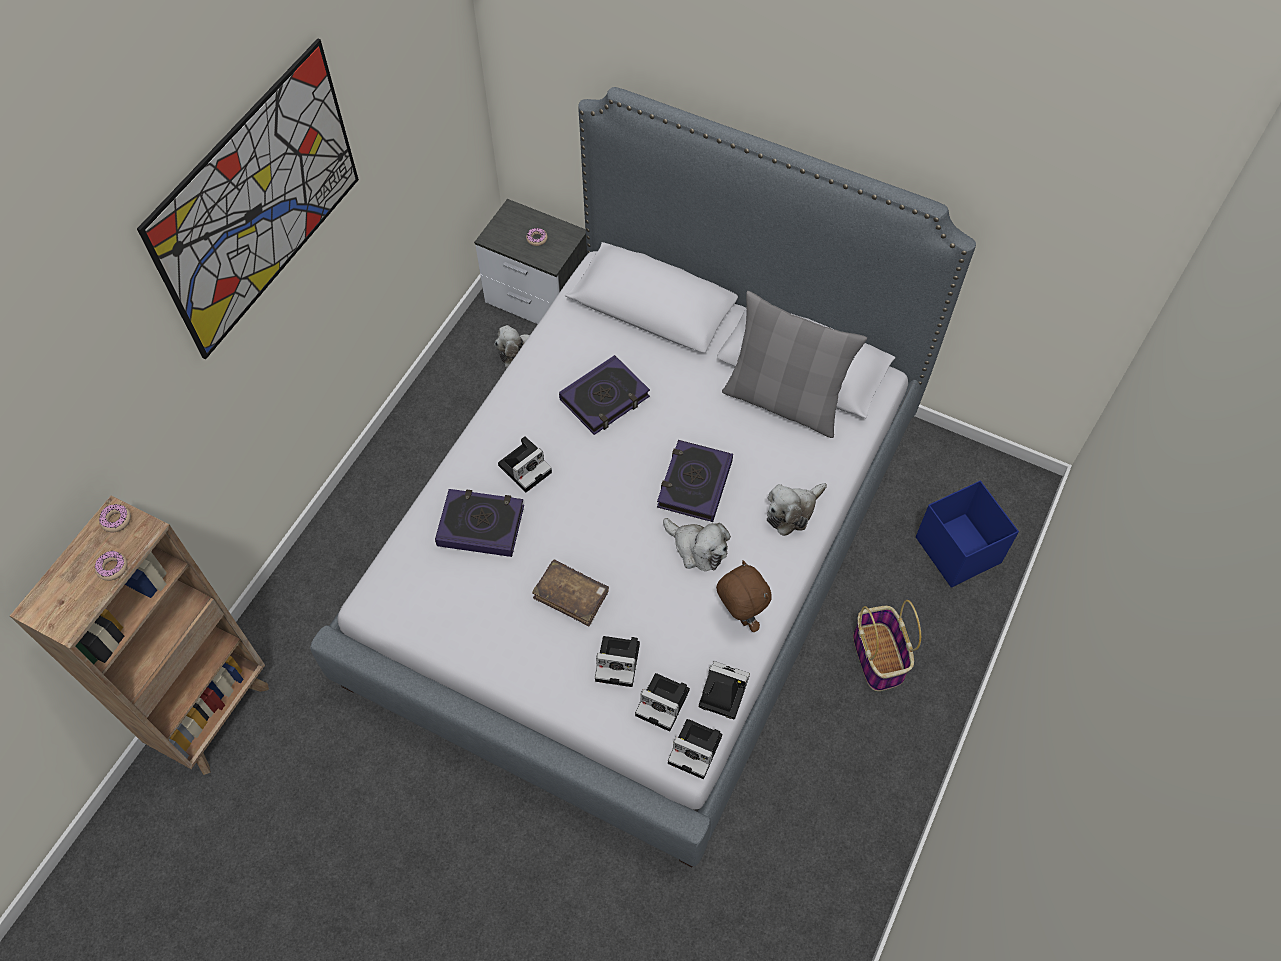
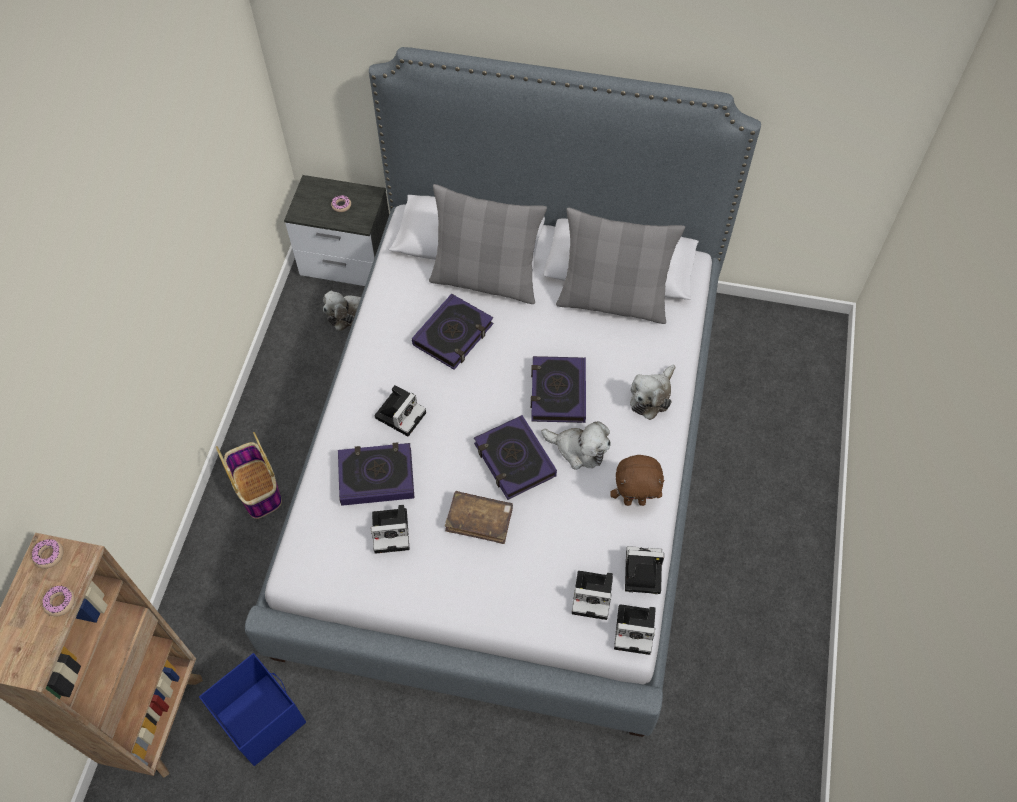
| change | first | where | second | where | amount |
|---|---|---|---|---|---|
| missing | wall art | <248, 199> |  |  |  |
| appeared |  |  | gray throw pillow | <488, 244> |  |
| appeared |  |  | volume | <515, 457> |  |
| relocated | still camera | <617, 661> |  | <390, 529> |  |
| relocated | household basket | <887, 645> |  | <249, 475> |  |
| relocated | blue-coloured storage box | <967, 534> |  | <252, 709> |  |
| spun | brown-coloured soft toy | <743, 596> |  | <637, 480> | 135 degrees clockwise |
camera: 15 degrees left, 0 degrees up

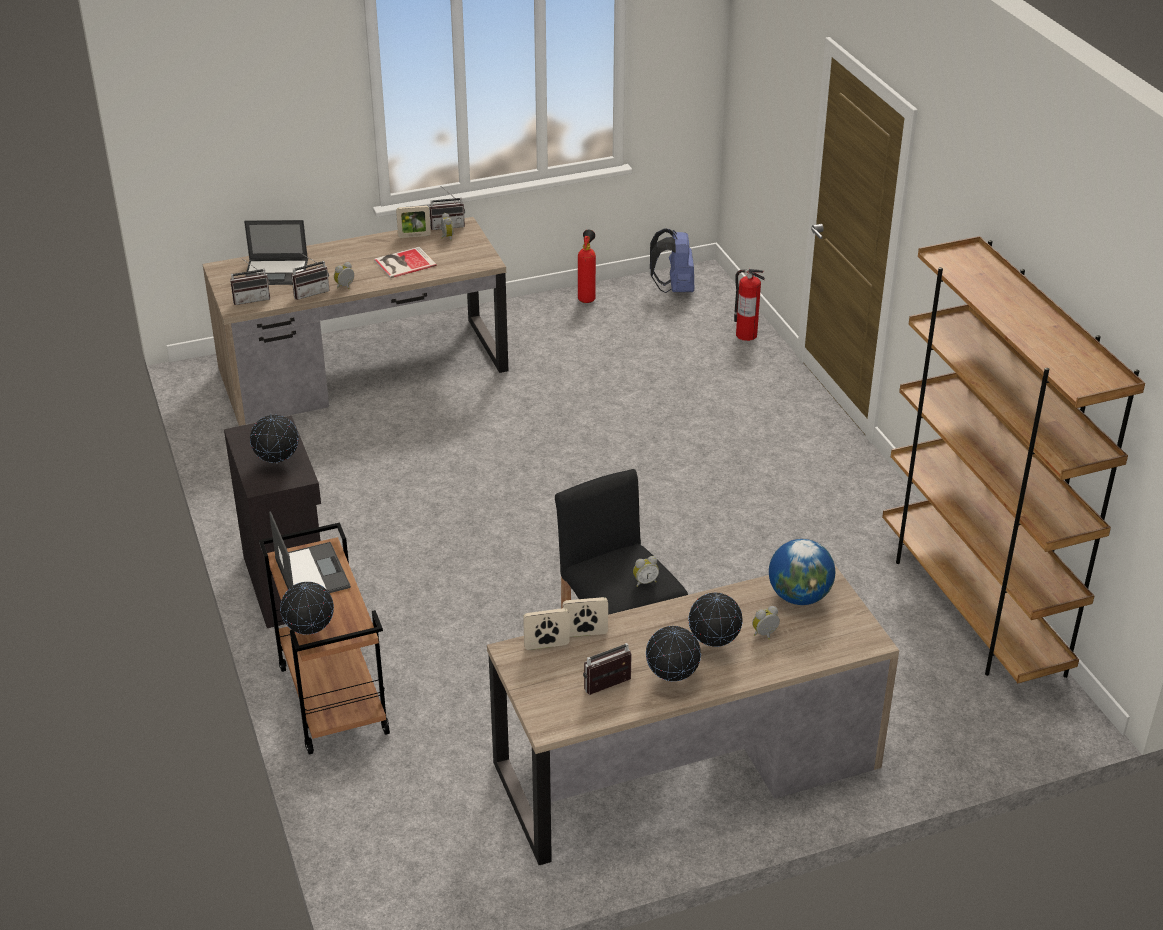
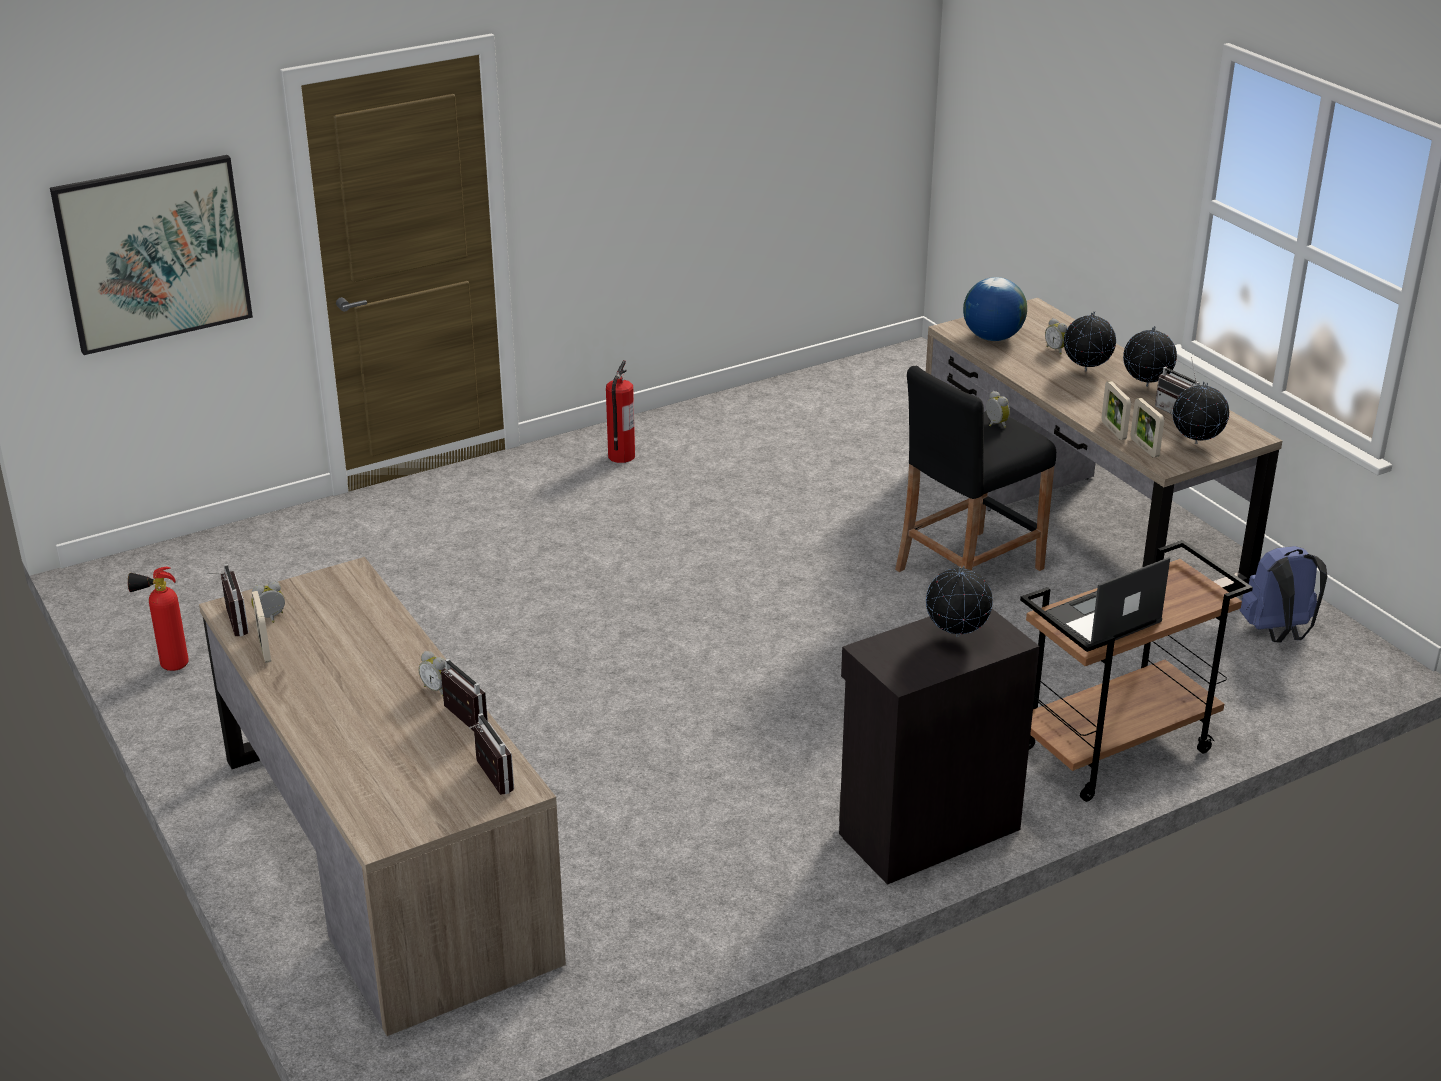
| change | first | where | second | where | amount |
|---|---|---|---|---|---|
| missing | laptop | <276, 252> |  |  |  |
| missing | volume | <405, 262> |  |  |  |
| missing | brown-coloured bookshelf | <1013, 459> |  |  |  |
| appeared |  |  | wall art | <151, 255> |  |
| relocated | desk globe | <307, 608> |  | <1201, 413> |  |
| relocated | blue-coloured backpack | <672, 260> |  | <1283, 594> |  |
| relocated | fire extinguisher | <749, 305> |  | <620, 411> |  |
camera: 100 degrees left, 5 degrees down

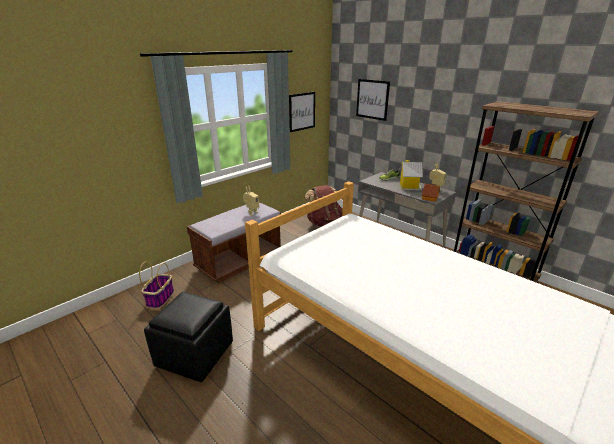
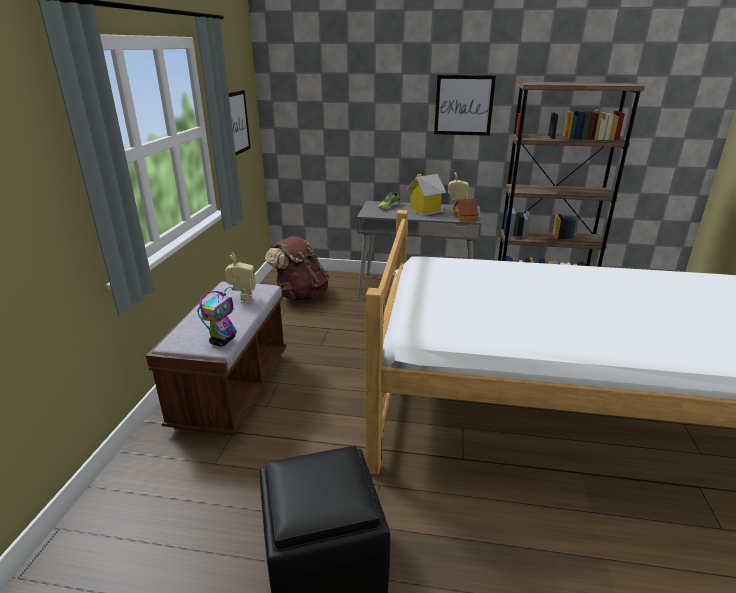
| change | first | where | second | where | amount |
|---|---|---|---|---|---|
| missing | household basket | <156, 285> |  |  |  |
| appeared |  |  | toy robot | <217, 316> |  |
| relocated | wall art | <373, 100> |  | <465, 105> |  |
camera: 35 degrees left, 0 degrees up

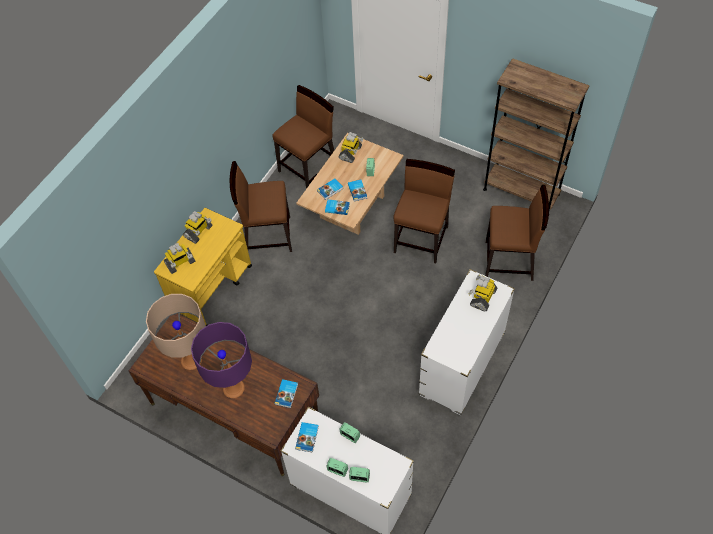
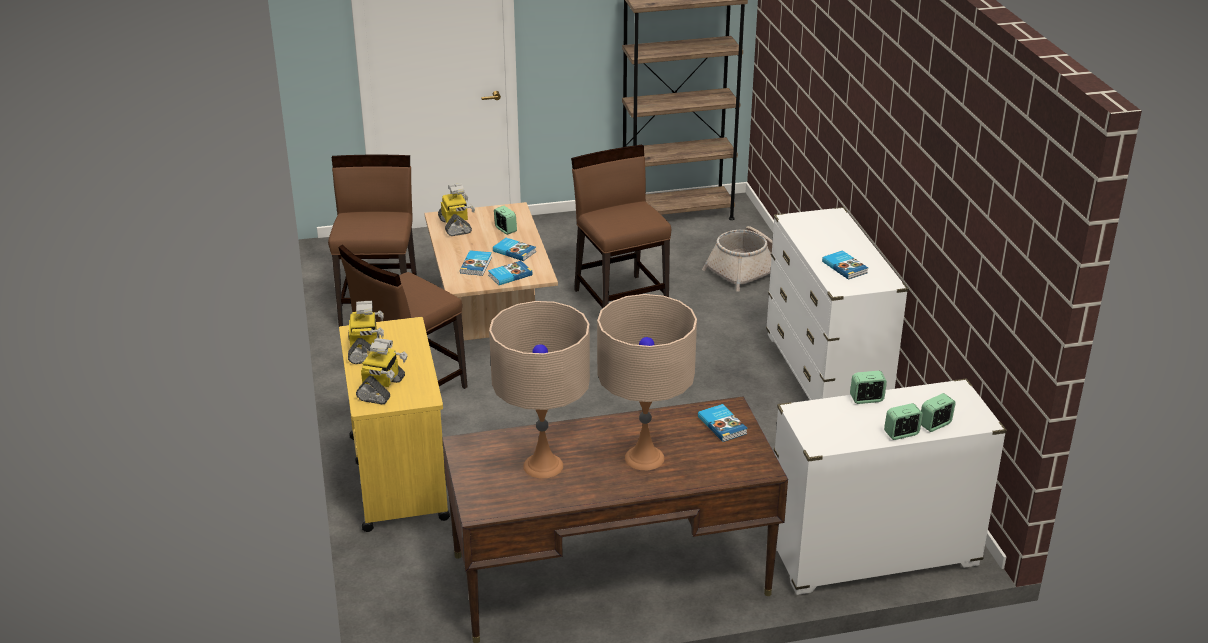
| change | first | where | second | where | amount |
|---|---|---|---|---|---|
| missing | toy robot | <483, 292> |  |  |  |
| relocated | volume | <307, 437> |  | <845, 265> |  |
| exchanged | brown-coloured upright chair | <517, 233> | household basket | <737, 259> |  |
| colour | purple-coloured tabletop lamp | <221, 360> | sand-coloured tabletop lamp | <647, 382> |  |
camera: 45 degrees left, 25 degrees down

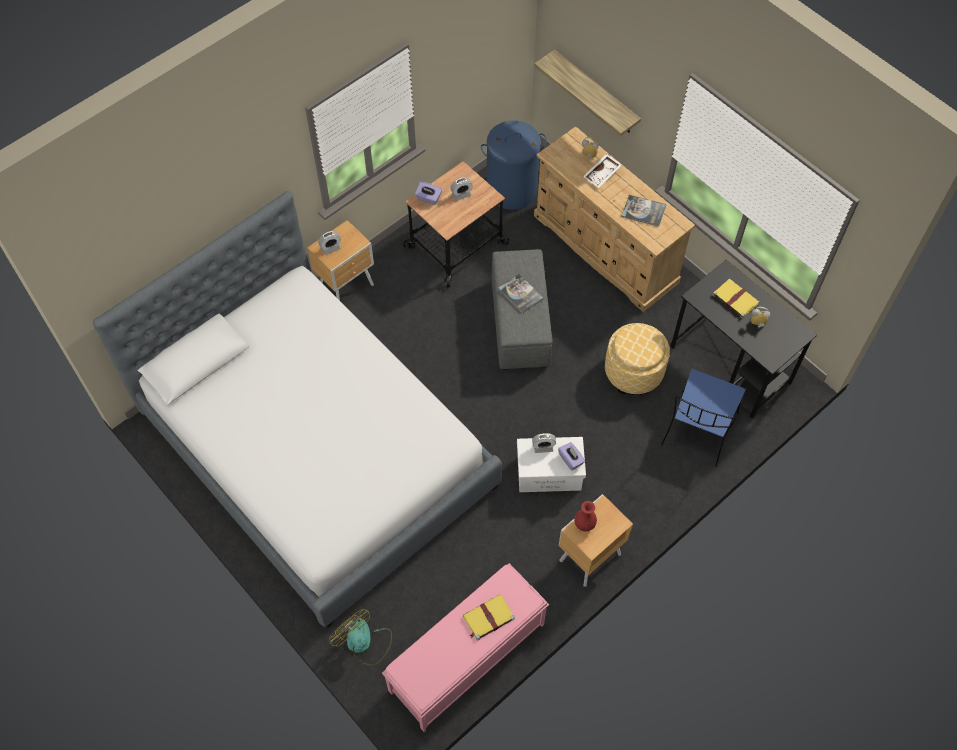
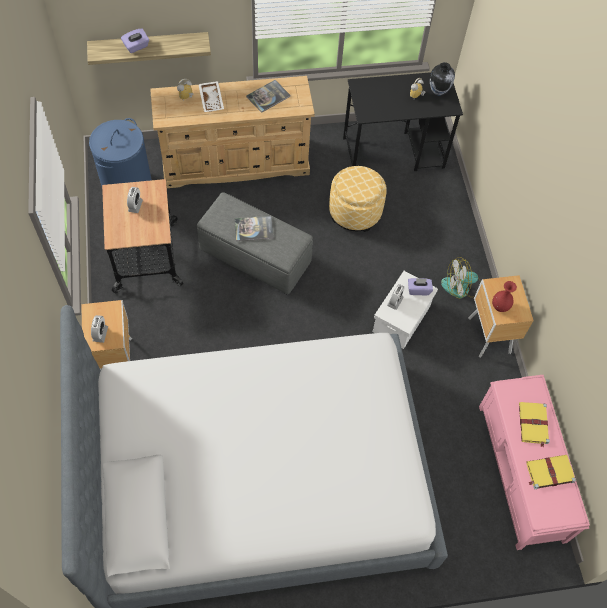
| change | first | where | second | where | amount |
|---|---|---|---|---|---|
| missing | blue-coloured upright chair | <703, 418> |  |  |  |
| appeared |  |  | flower vase | <442, 79> |  |
| relocated | electric fan | <360, 637> |  | <461, 277> |  |
| relocated | purple-coloured box of tissues | <428, 193> |  | <135, 41> |  |
| relocated | yellow volume | <736, 298> |  | <551, 472> |  |
camera: 60 degrees left, 0 degrees up

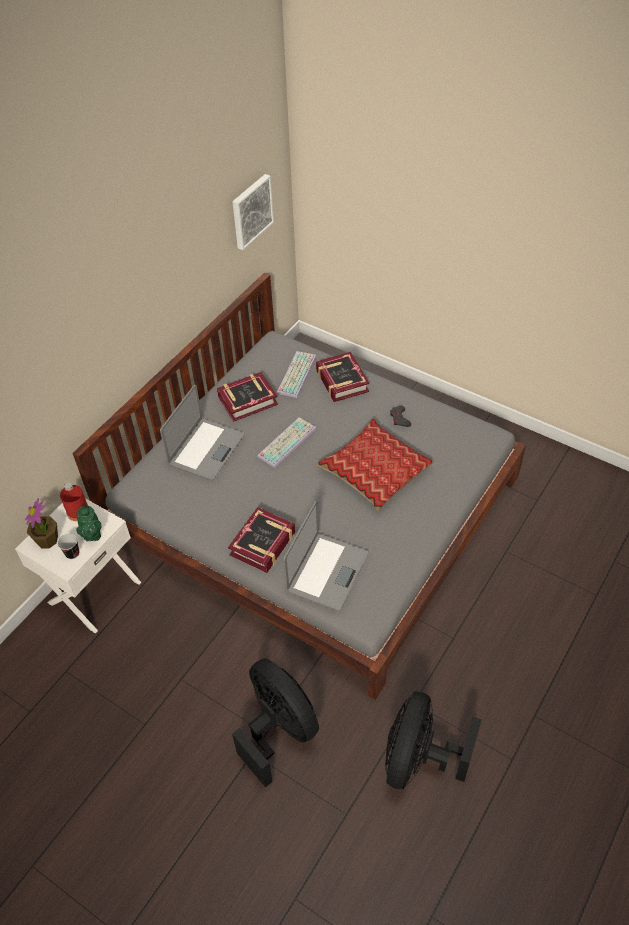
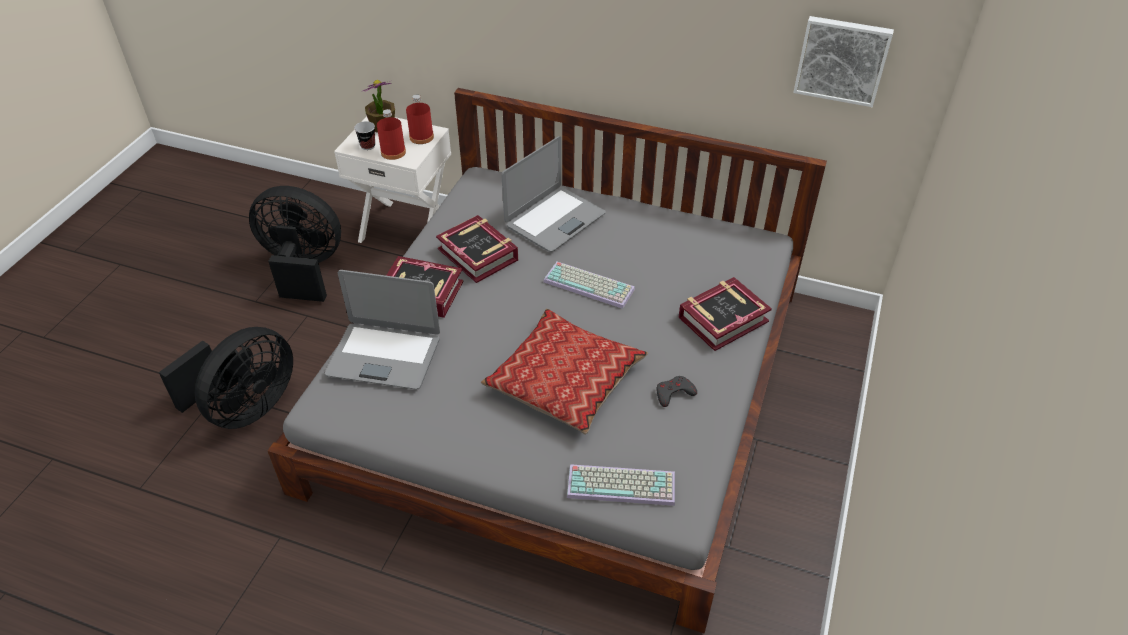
| change | first | where | second | where | amount |
|---|---|---|---|---|---|
| relocated | volume | <247, 397> |  | <477, 249> |  |
| relocated | computer keyboard | <296, 374> |  | <621, 485> |  |
| relocated | blackish electric fan | <433, 740> |  | <295, 244> |  |
| exchanged | green pot for tea | <89, 523> | red bottle | <391, 134> |  |
| spun | laptop | <202, 432> |  | <553, 194> | 60 degrees counterclockwise |
camera: 75 degrees right, 5 degrees down

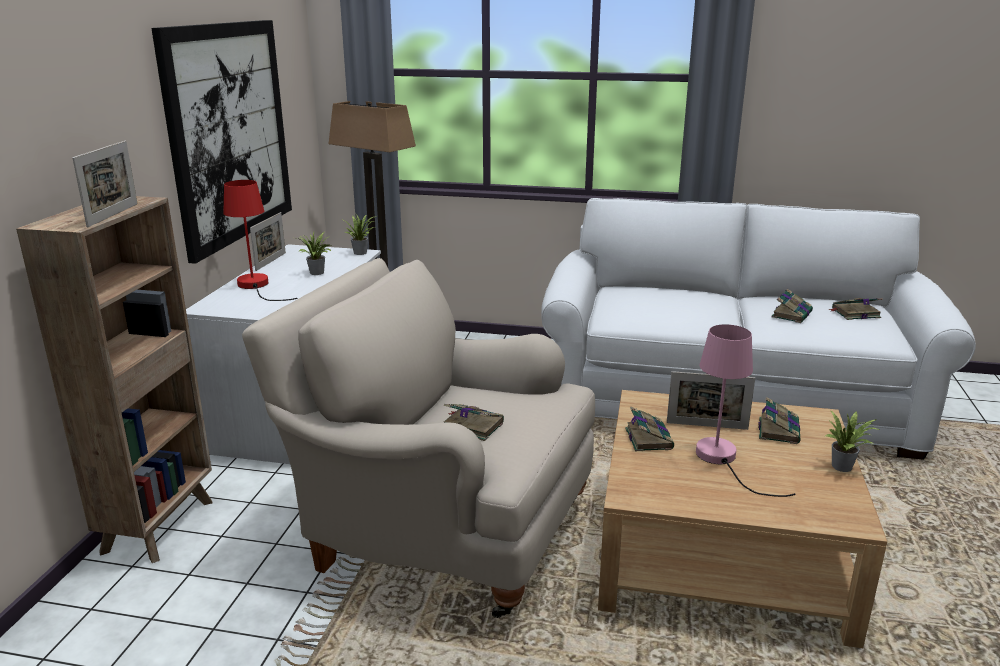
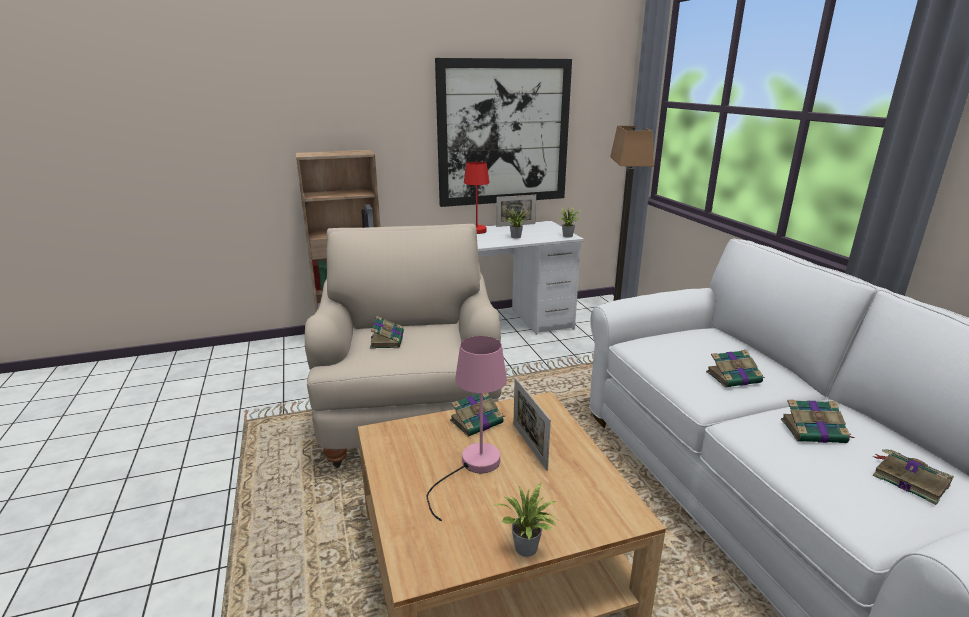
| change | first | where | second | where | amount |
|---|---|---|---|---|---|
| missing | photo frame | <104, 184> |  |  |  |
| relocated | volume | <779, 420> |  | <735, 369> |  |
camera: 60 degrees right, 0 degrees up

